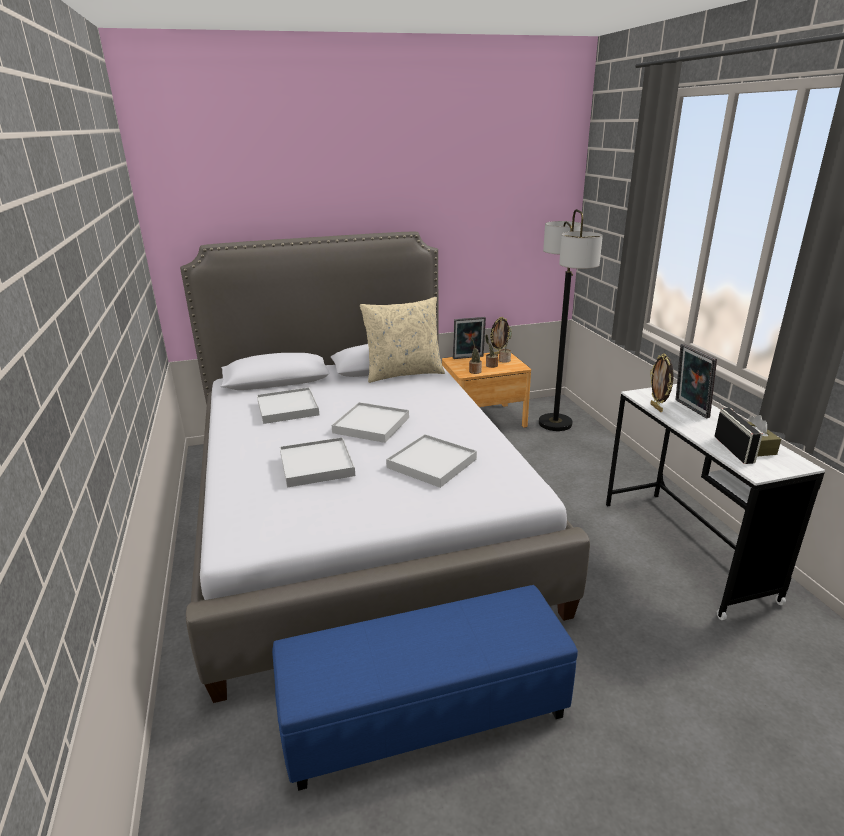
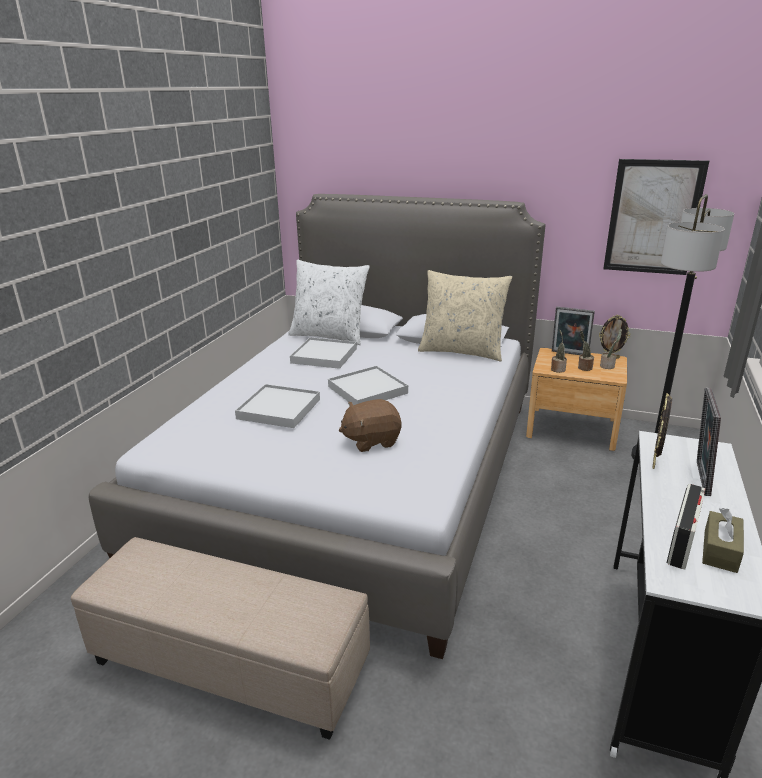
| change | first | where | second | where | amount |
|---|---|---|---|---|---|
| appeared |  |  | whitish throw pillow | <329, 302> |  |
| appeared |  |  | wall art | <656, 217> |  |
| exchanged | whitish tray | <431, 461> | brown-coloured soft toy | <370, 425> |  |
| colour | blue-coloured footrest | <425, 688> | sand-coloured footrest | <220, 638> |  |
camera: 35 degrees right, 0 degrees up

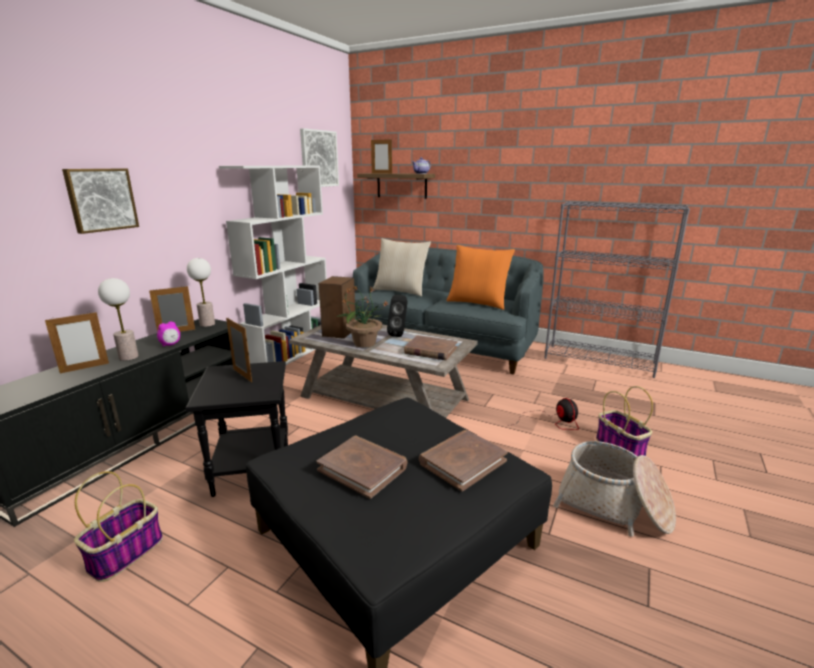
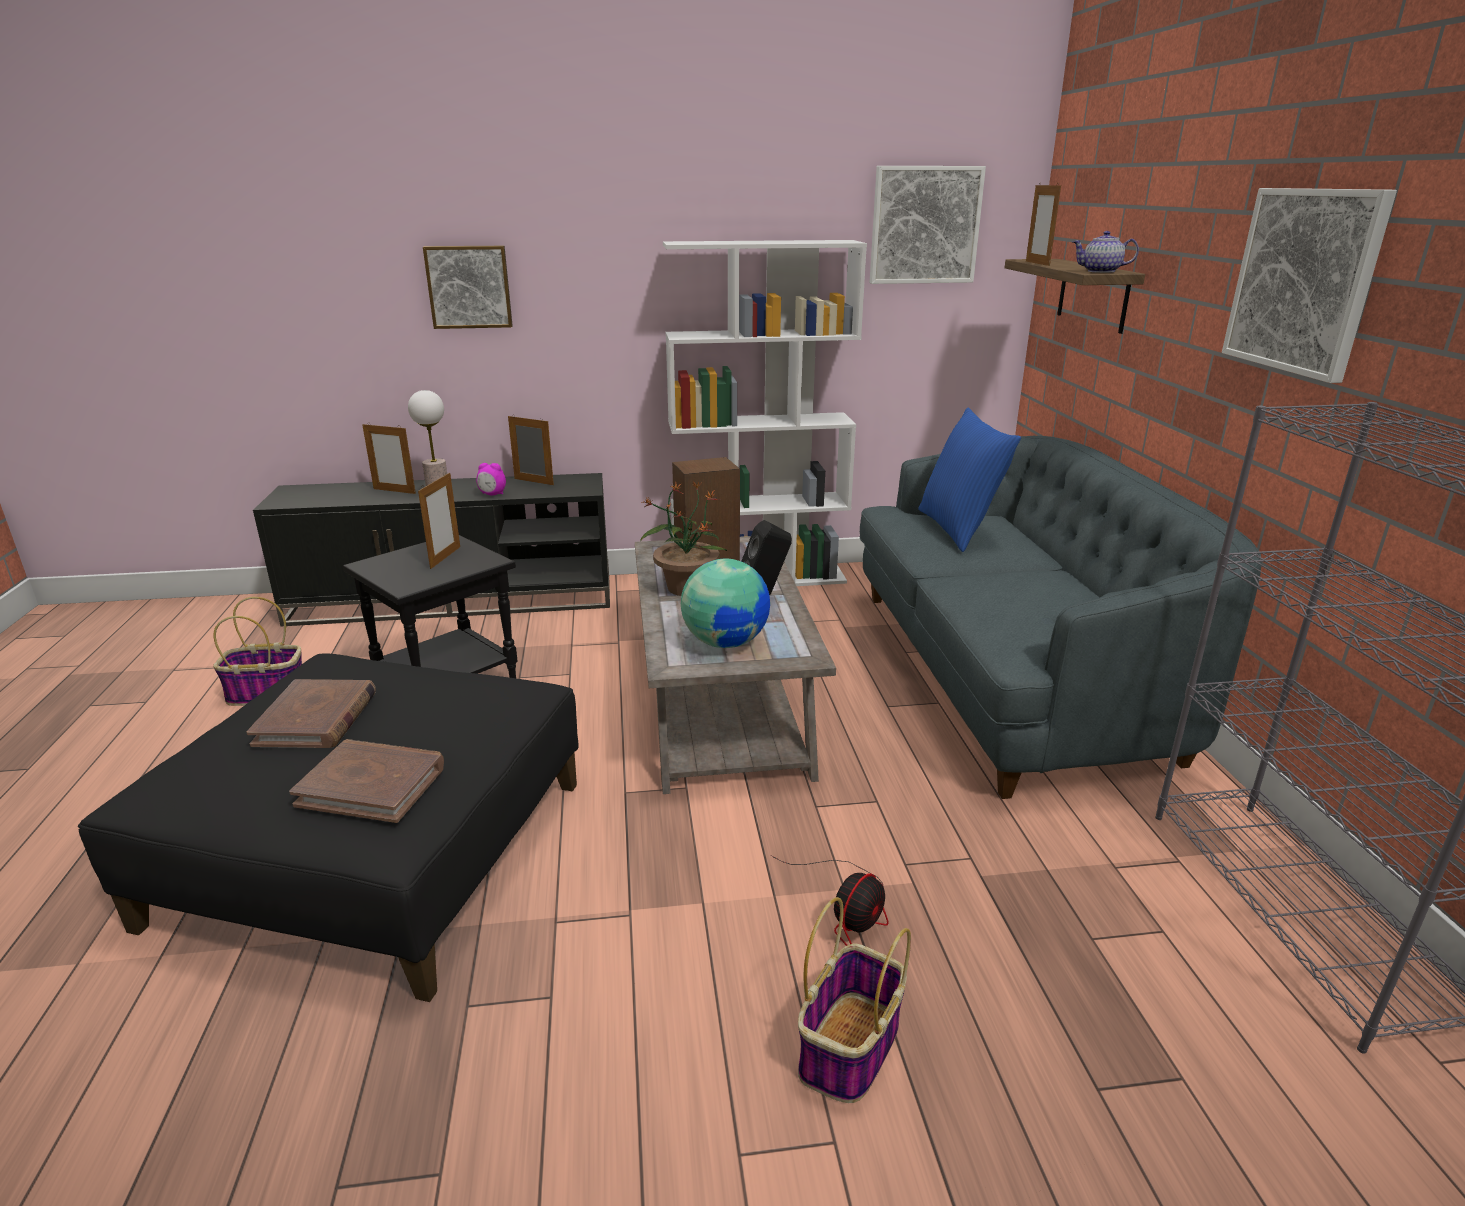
| change | first | where | second | where | amount |
|---|---|---|---|---|---|
| missing | tabletop lamp | <201, 292> |  |  |  |
| missing | orangey throw pillow | <481, 277> |  |  |  |
| missing | household basket | <614, 489> |  |  |  |
| appeared |  |  | wall art | <1309, 285> |  |
| exchanged | brown-coloured volume | <431, 347> | desk globe | <725, 603> |  |
| colour | sand-coloured throw pillow | <402, 267> | blue-coloured throw pillow | <969, 480> |  |
camera: 55 degrees right, 5 degrees up

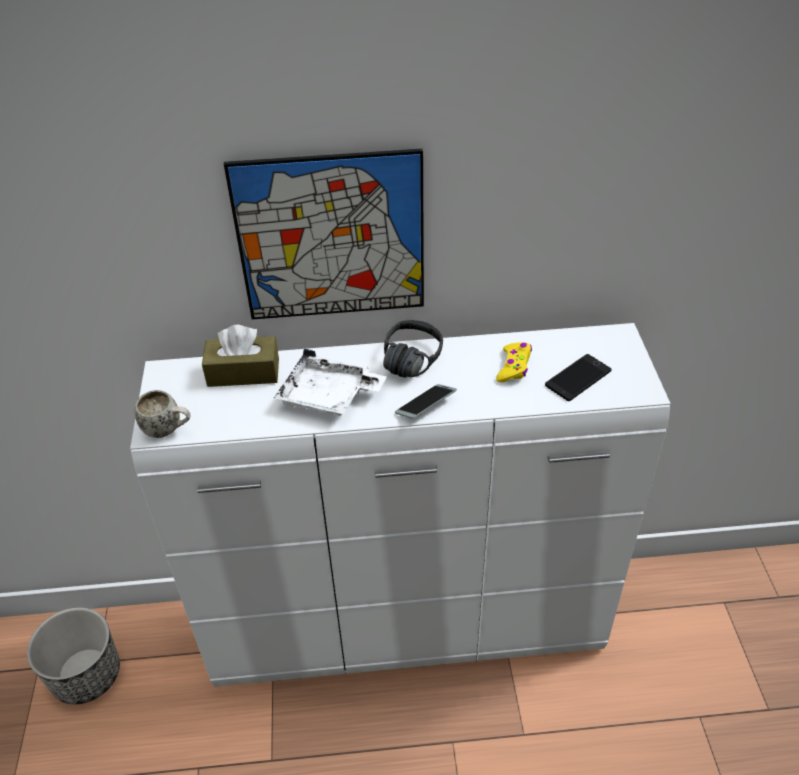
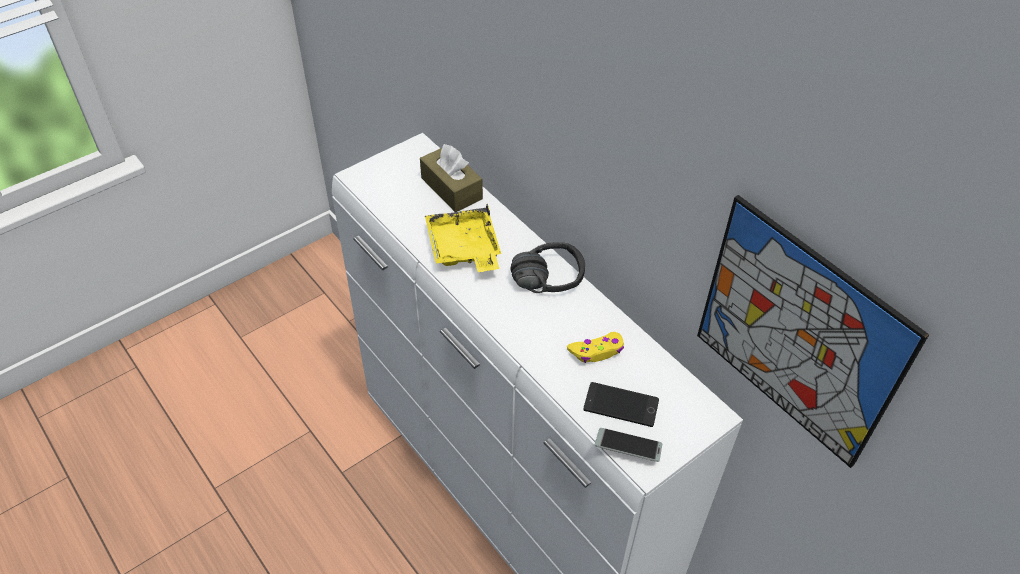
| change | first | where | second | where | amount |
|---|---|---|---|---|---|
| missing | plant pot | <73, 655> |  |  |  |
| missing | whitish coffee mug | <162, 414> |  |  |  |
| relocated | wall art | <324, 234> |  | <813, 331> |  |
| relocated | telephone | <426, 401> |  | <629, 445> |  |
| colour | whitish tray | <330, 382> | yellow tray | <463, 237> |  |
camera: 55 degrees right, 5 degrees up

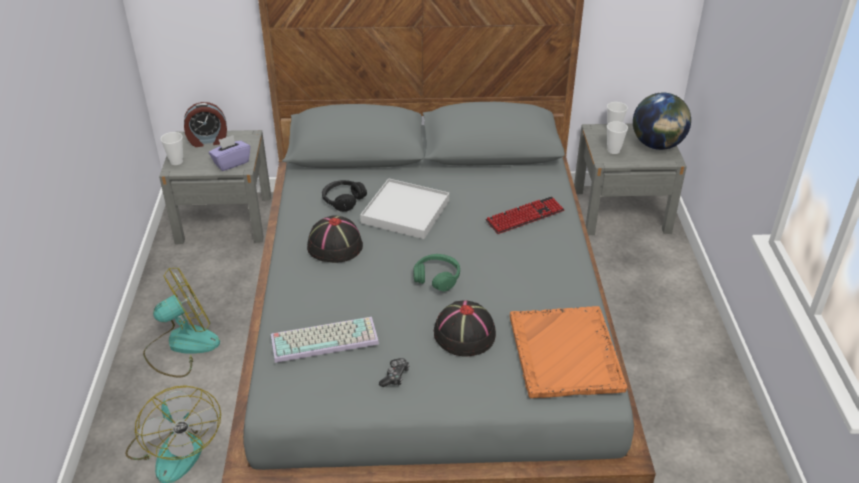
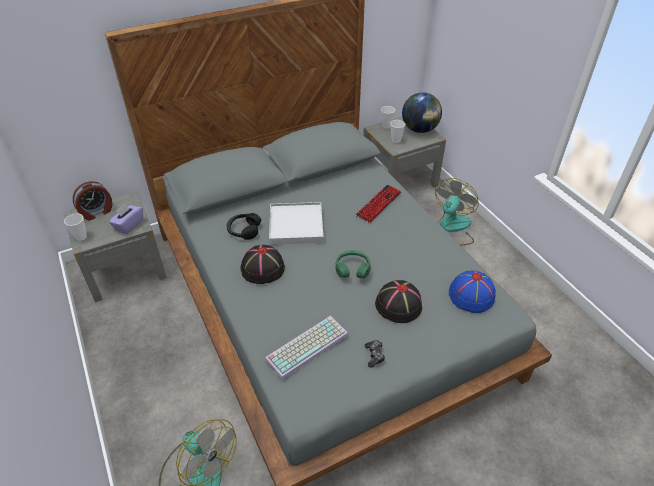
| change | first | where | second | where | amount |
|---|---|---|---|---|---|
| relocated | electric fan | <181, 323> |  | <457, 211> |  |
| exchanged | orangey tray | <569, 352> | blue-coloured clothing hat | <472, 291> |  |
camera: 25 degrees left, 5 degrees up

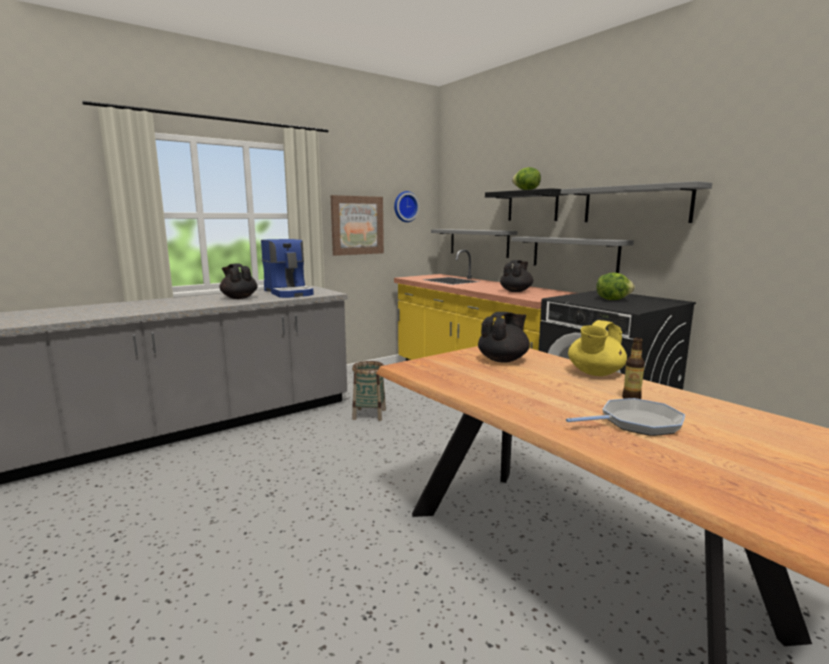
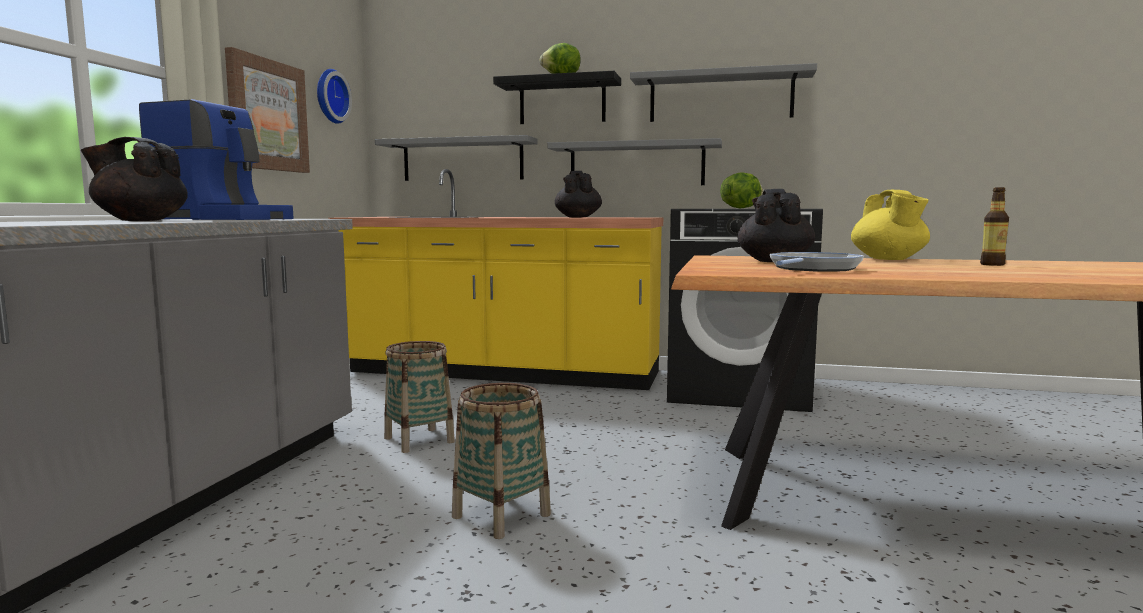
| change | first | where | second | where | amount |
|---|---|---|---|---|---|
| appeared |  |  | household basket | <501, 461> |  |
| relocated | pan | <625, 417> |  | <817, 262> |  |
camera: 40 degrees left, 5 degrees down

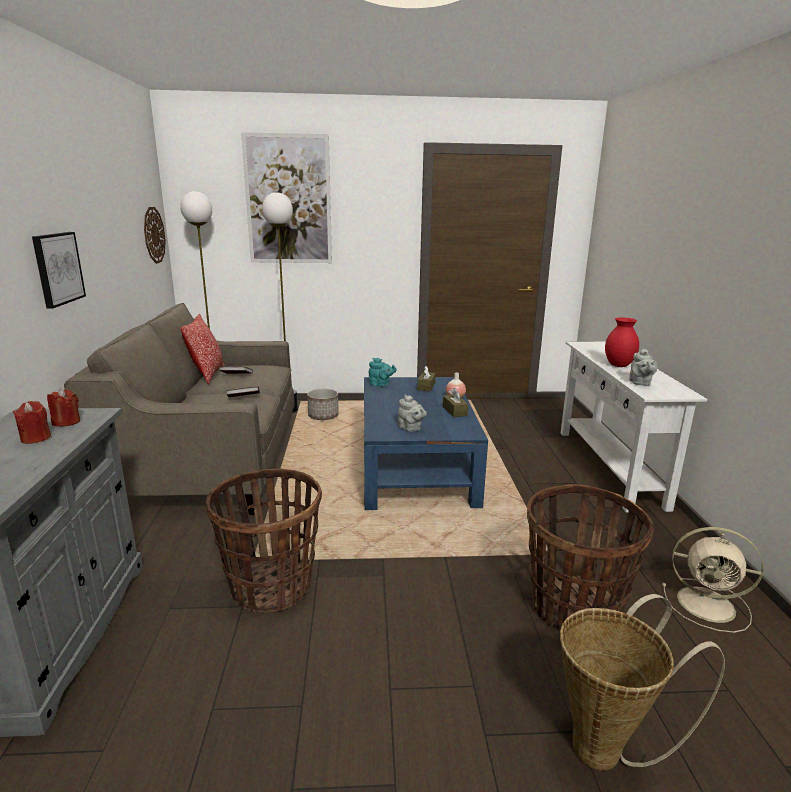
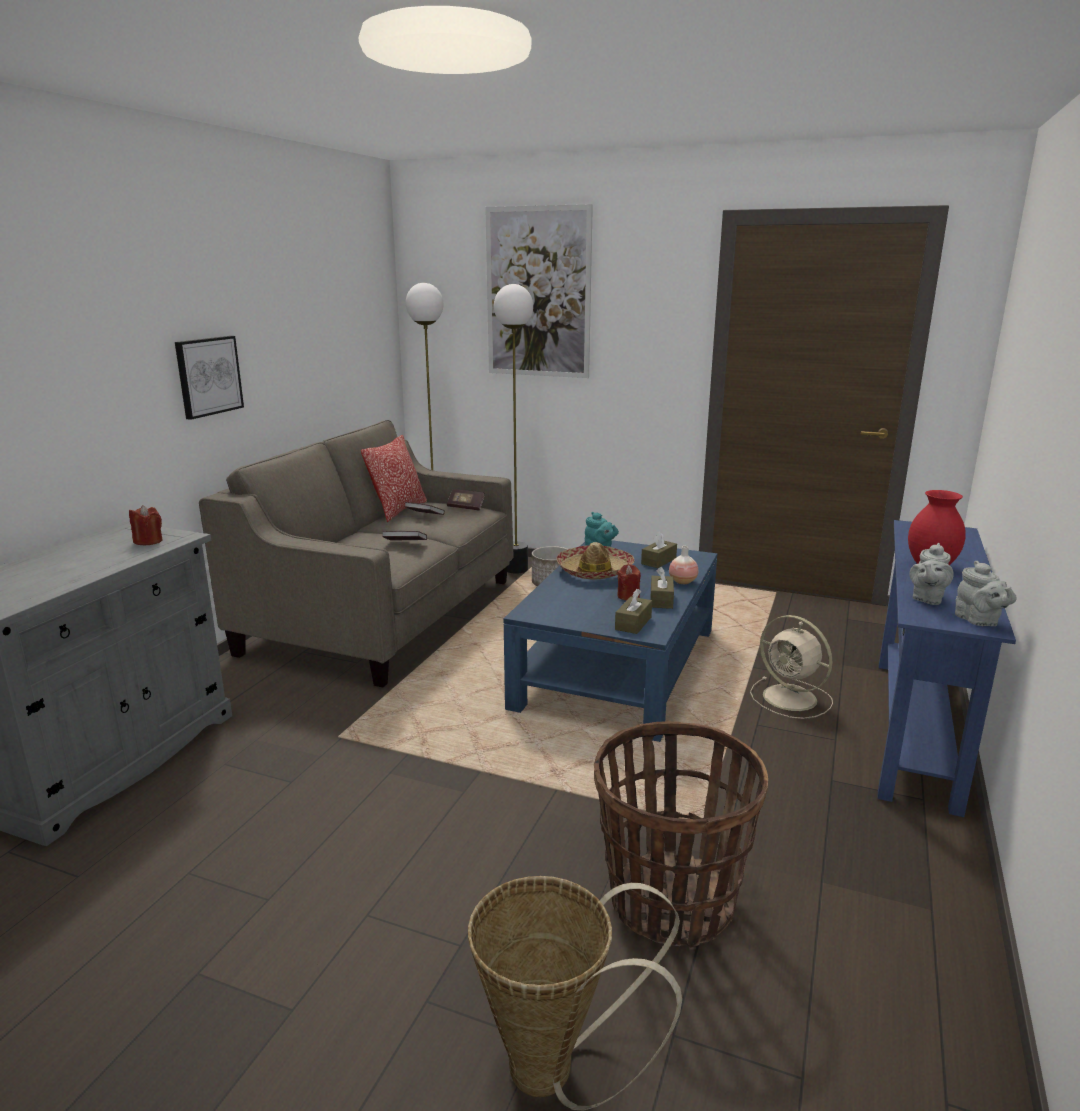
| change | first | where | second | where | amount |
|---|---|---|---|---|---|
| missing | hanging clock | <155, 235> |  |  |  |
| missing | household basket | <264, 540> |  |  |  |
| appeared |  |  | volume | <465, 499> |  |
| appeared |  |  | clothing hat | <596, 561> |  |
| appeared |  |  | brown-coloured box of tissues | <633, 611> |  |
| relocated | red candle | <32, 422> |  | <629, 582> |  |
| relocated | gray pot for tea | <412, 413> |  | <986, 593> |  |
| relocated | sand-coloured electric fan | <712, 580> |  | <791, 667> |  |
| colour | whitish console table | <634, 427> | blue-coloured console table | <947, 668> |  |
camera: 25 degrees right, 0 degrees up

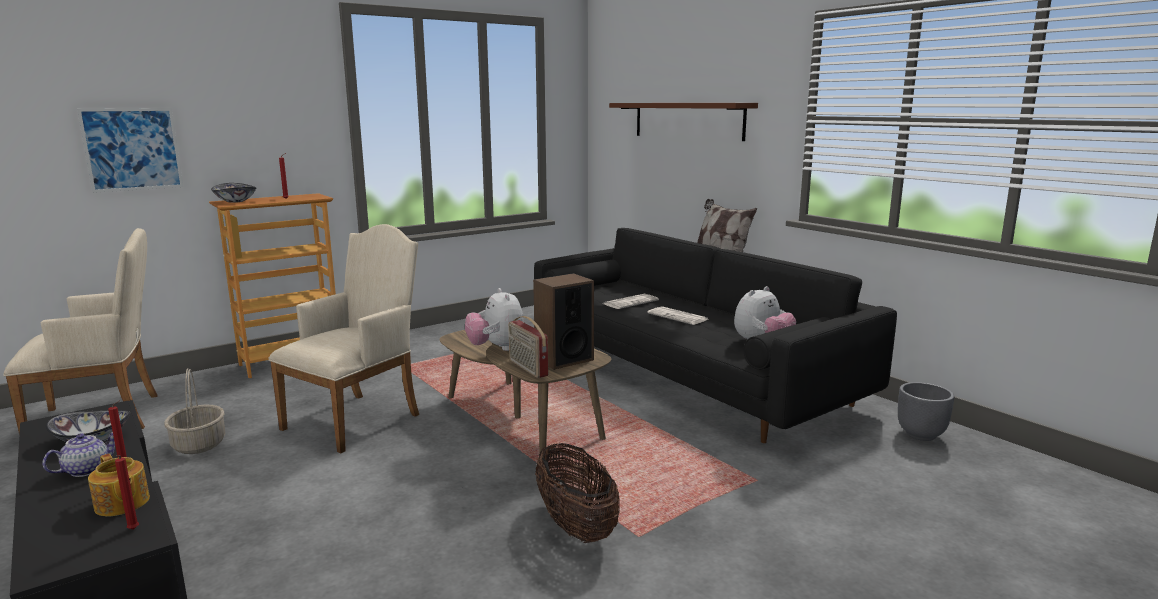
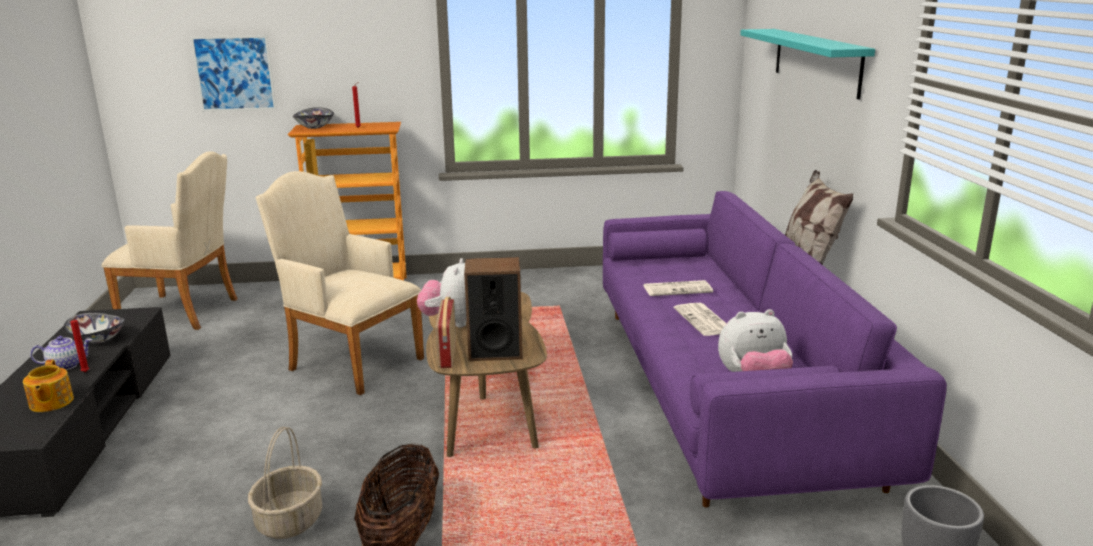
| change | first | where | second | where | amount |
|---|---|---|---|---|---|
| missing | red candle | <127, 492> |  |  |  |
| relocated | household basket | <194, 411> |  | <285, 483> |  |
| colour | blackish sofa | <715, 335> | purple-coloured sofa | <775, 349> |  |
| colour | brown-coloured bracket shelf | <683, 122> | blue-green bracket shelf | <807, 64> |  |
| spun | sand-coloured lounge chair | <343, 338> |  | <340, 283> | 120 degrees counterclockwise |
camera: 30 degrees right, 5 degrees up

